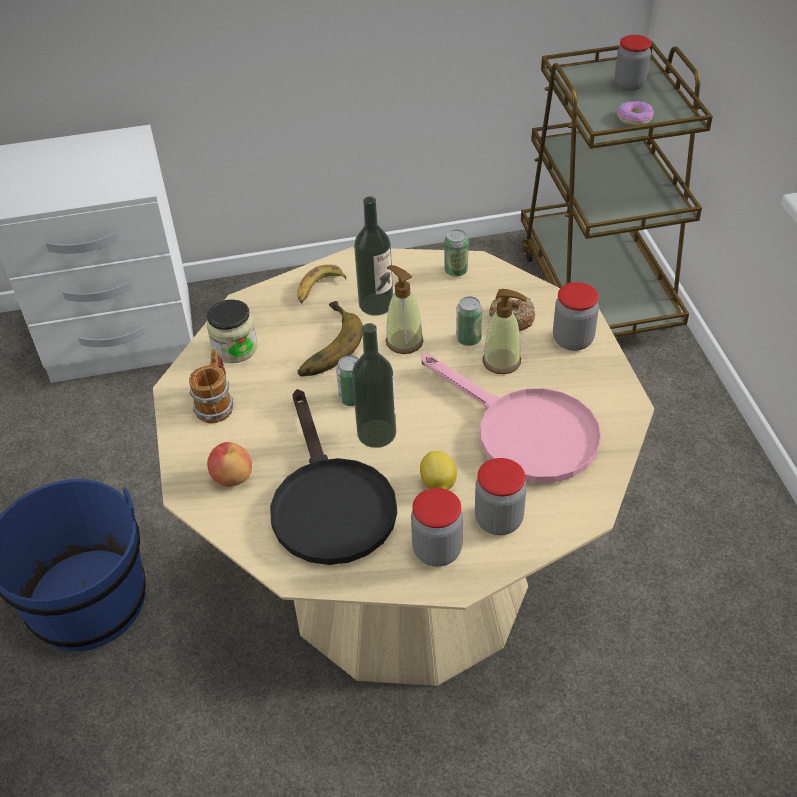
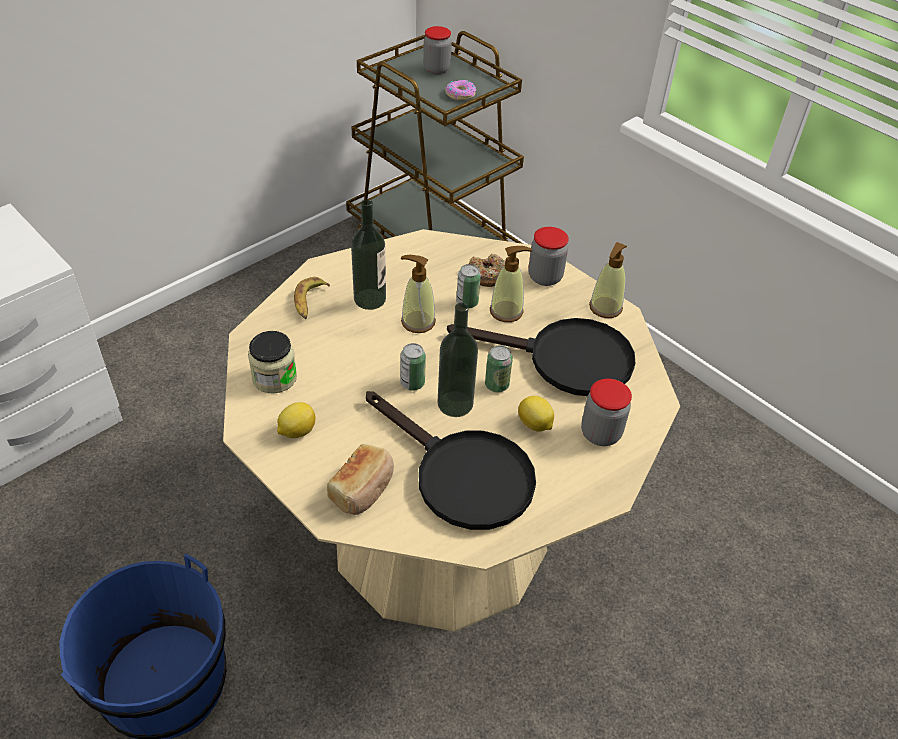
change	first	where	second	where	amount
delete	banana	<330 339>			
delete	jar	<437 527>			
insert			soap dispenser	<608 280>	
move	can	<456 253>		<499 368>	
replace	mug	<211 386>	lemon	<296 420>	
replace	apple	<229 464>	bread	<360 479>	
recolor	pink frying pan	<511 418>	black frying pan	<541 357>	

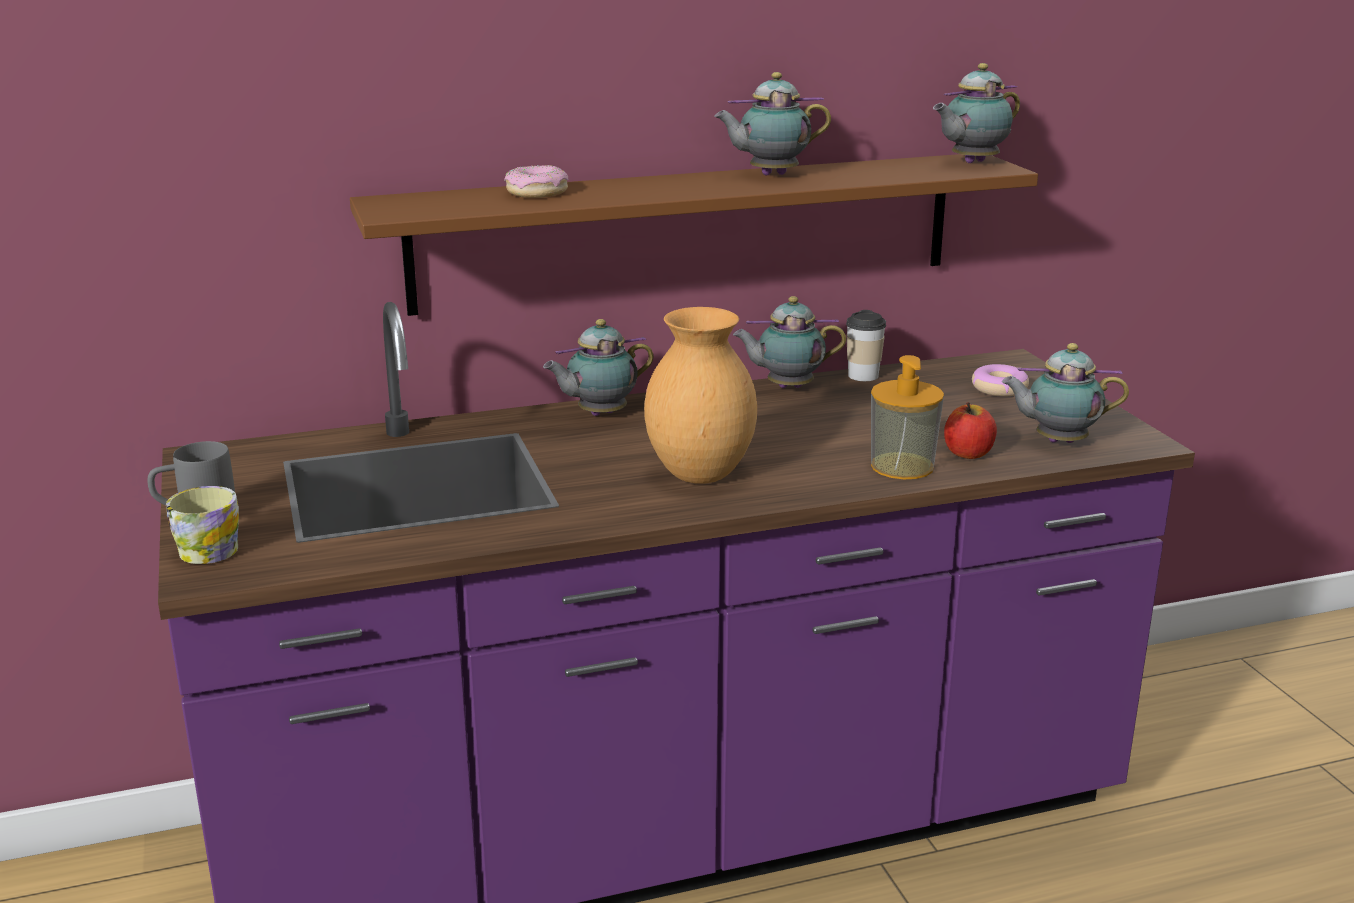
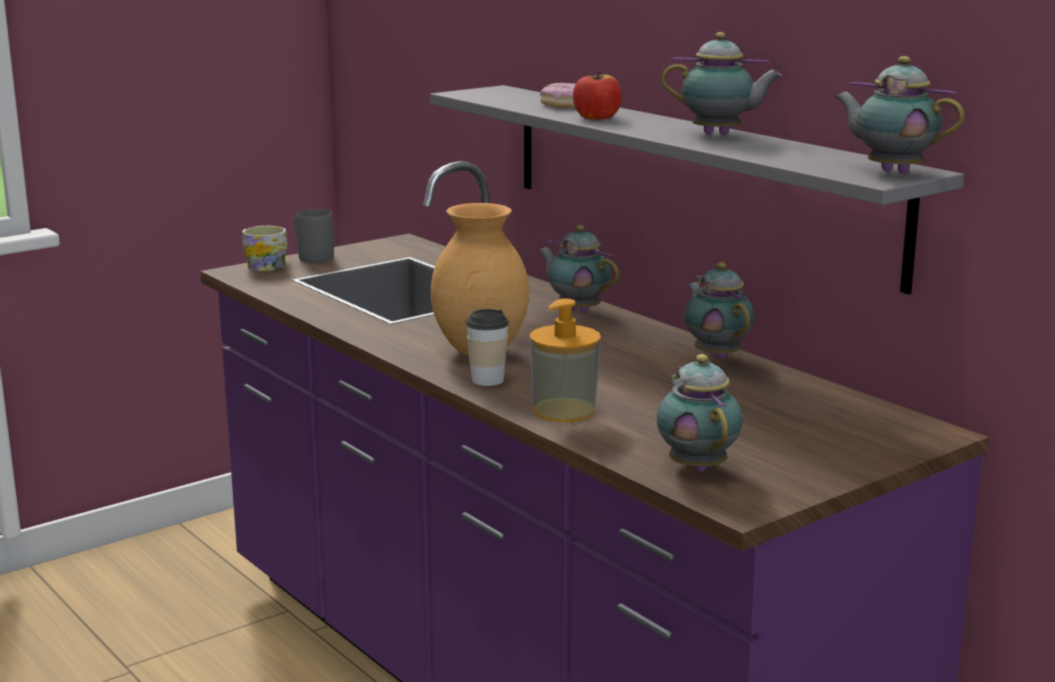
change	first	where	second	where	amount
delete	donut	<1000 380>			
move	cup	<866 345>		<487 347>	
move	apple	<970 430>		<597 95>	
recolor	brown shelf	<694 235>	grey shelf	<697 189>	
rotate	teapot	<772 123>		<721 83>	135 degrees clockwise

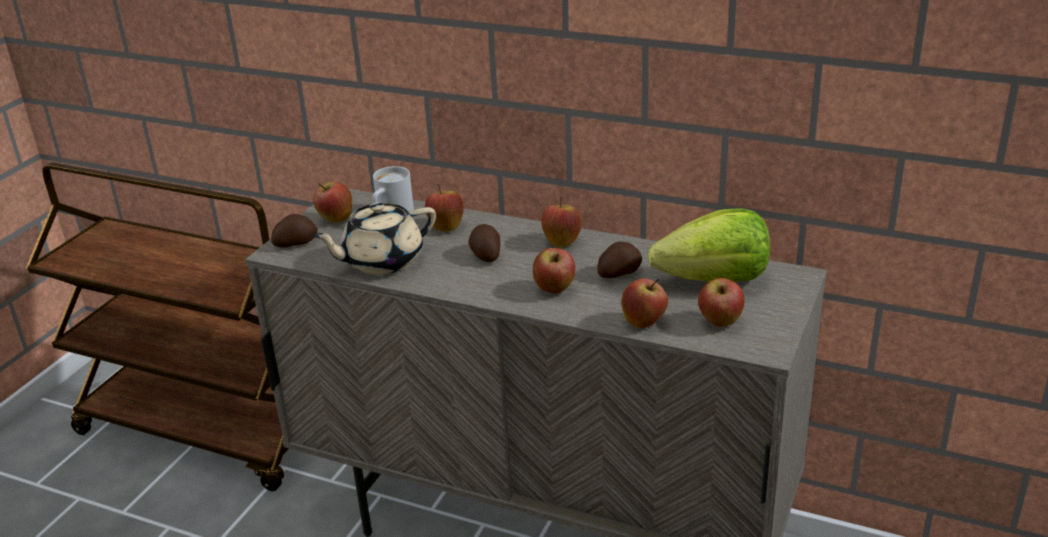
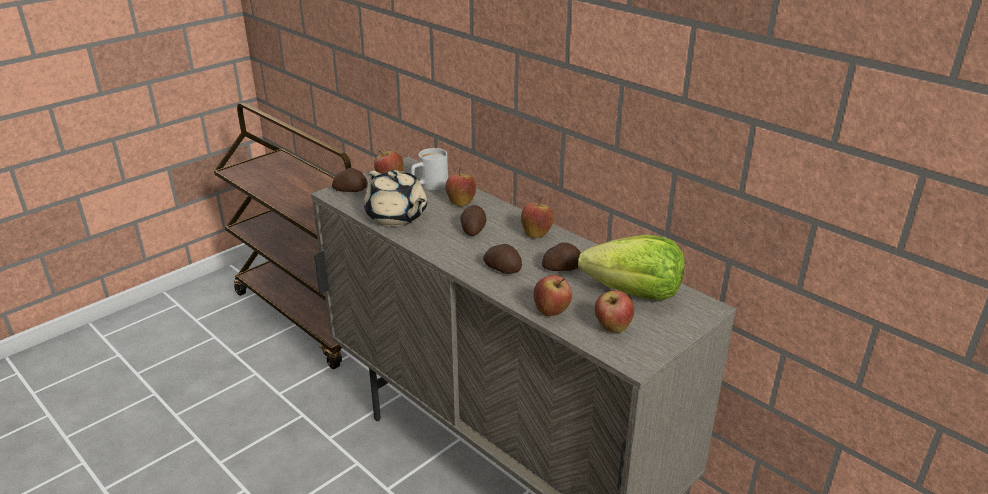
change	first	where	second	where	amount
replace	apple	<554 271>	potato	<502 259>	
rotate	beige teapot	<374 238>		<395 198>	120 degrees counterclockwise

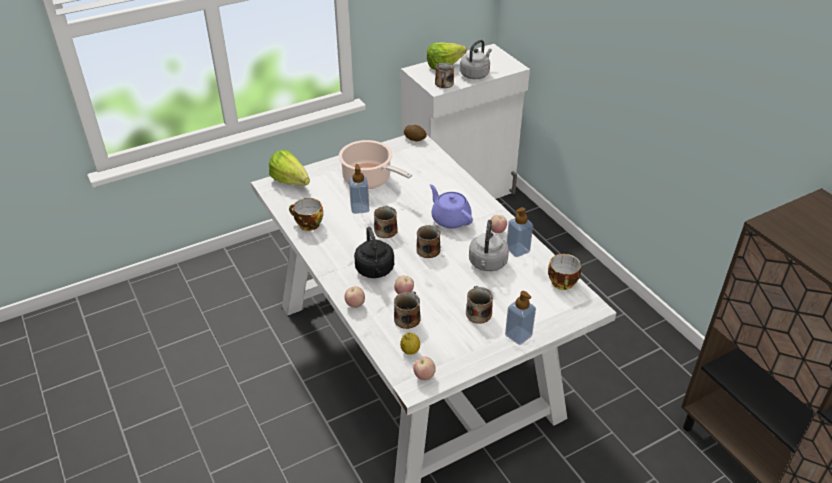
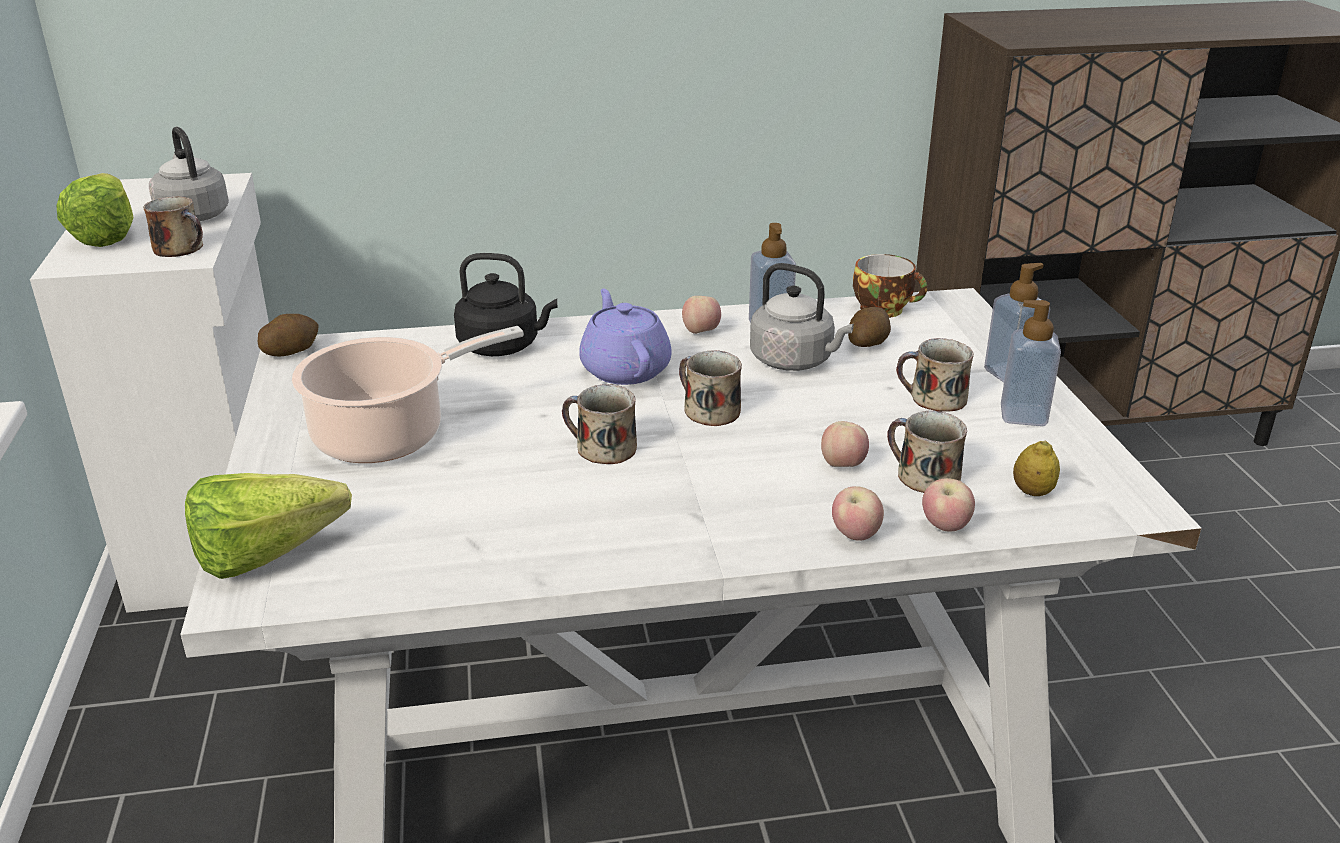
change	first	where	second	where	amount
delete	cup	<306 214>			
insert			potato	<869 327>	
move	soap dispenser	<359 189>		<1031 363>	
move	black kettle	<374 252>		<506 304>	
move	apple	<424 368>		<948 504>	
rotate	purple teapot	<451 206>		<625 337>	90 degrees clockwise

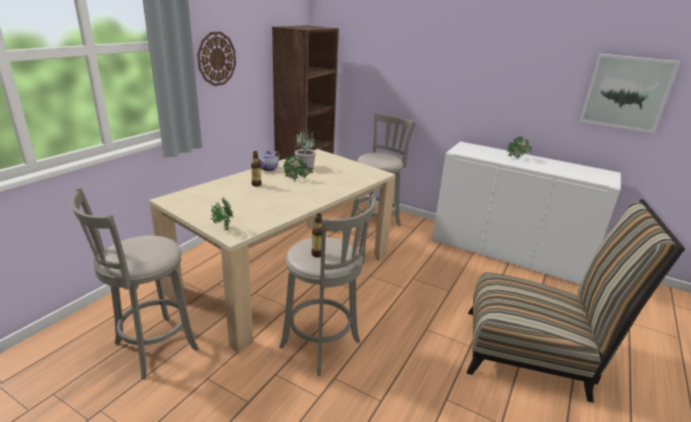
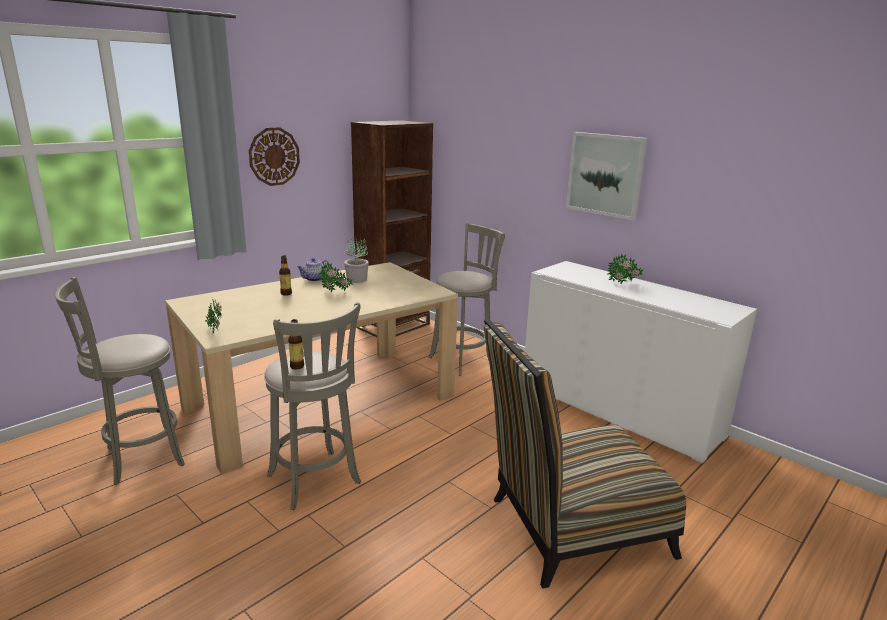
change	first	where	second	where	amount
move	picture	<629 93>		<607 176>	
rotate	chair	<576 301>		<585 453>	135 degrees clockwise

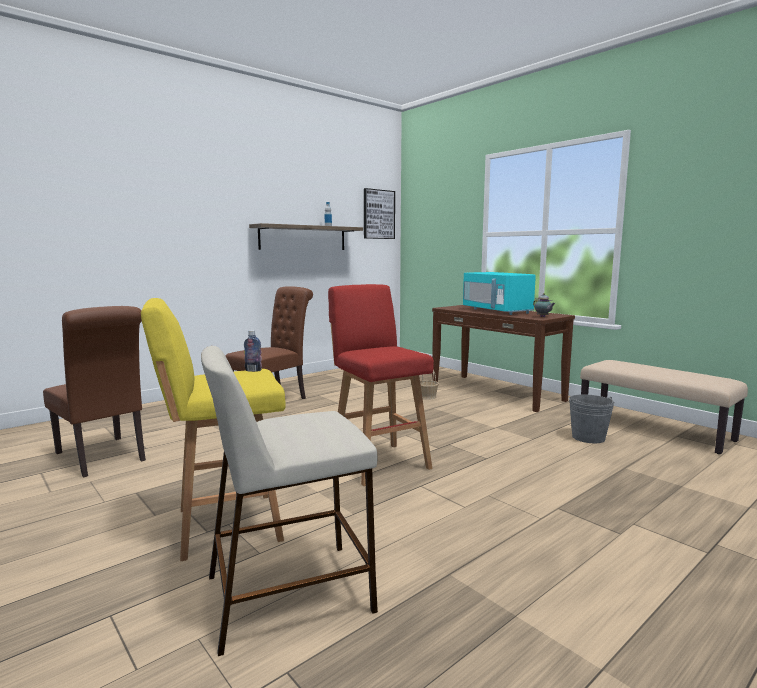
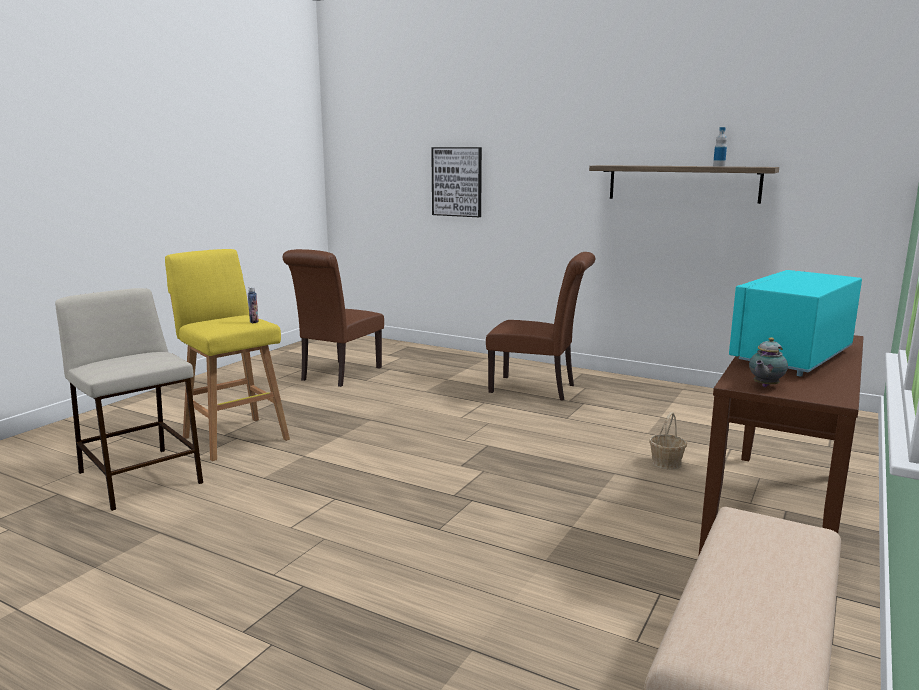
change	first	where	second	where	amount
delete	red stool	<381 385>			
delete	grey bucket	<592 418>			
move	picture	<379 213>		<456 182>	

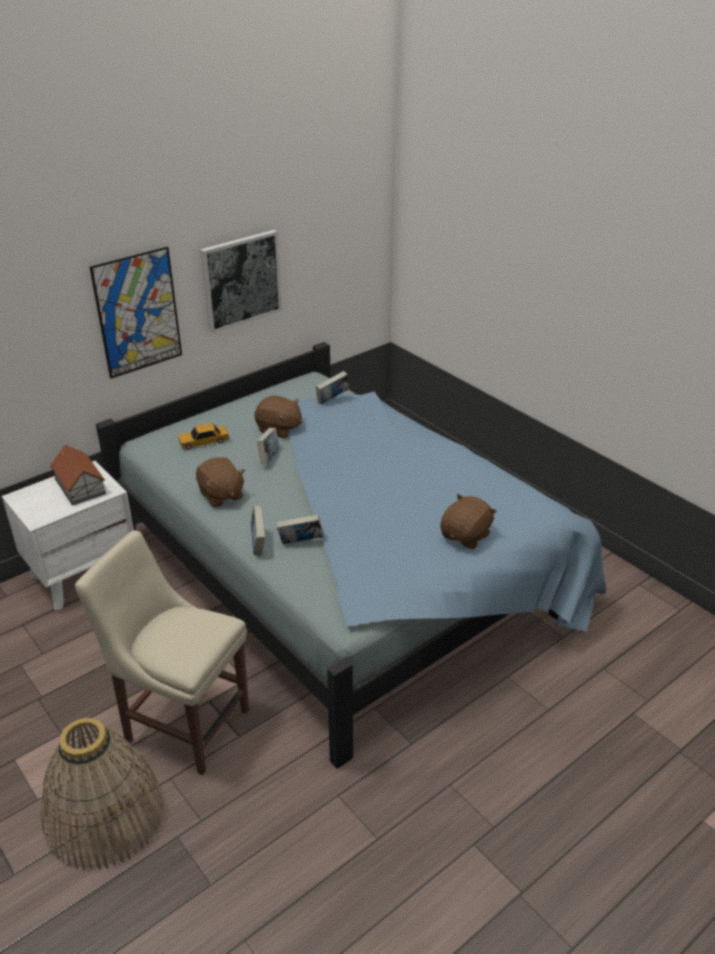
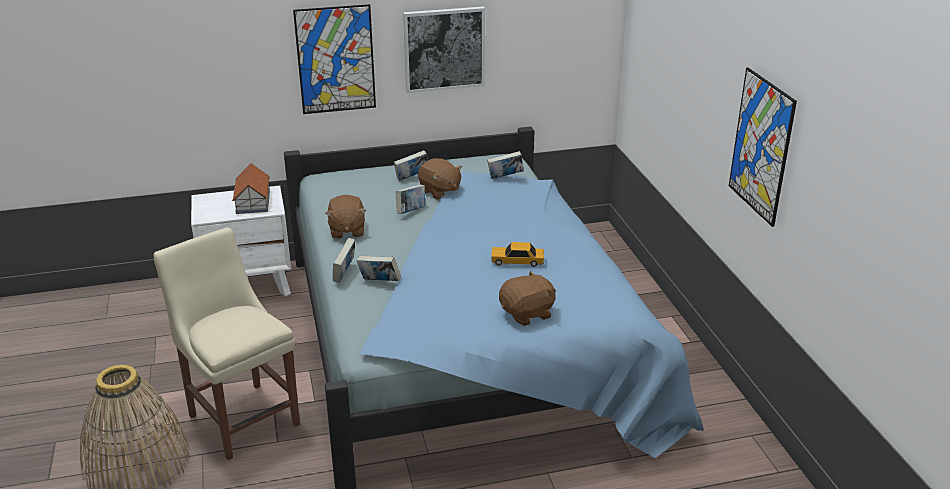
change	first	where	second	where	amount
insert			book	<411 165>	
insert			picture	<763 147>	
move	toy car	<204 436>		<517 254>	

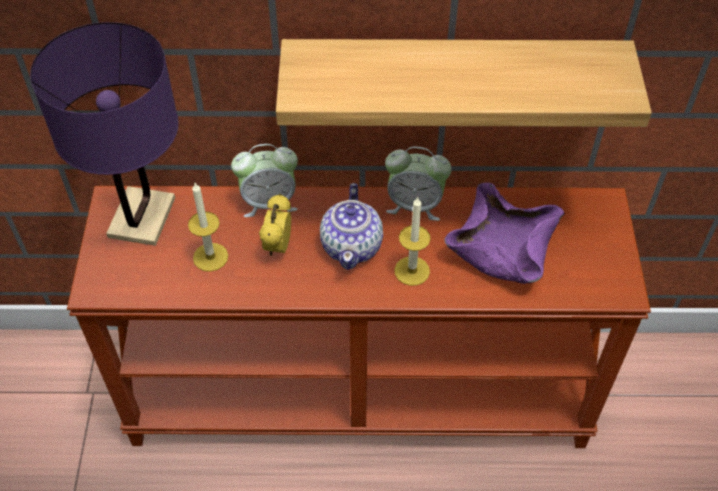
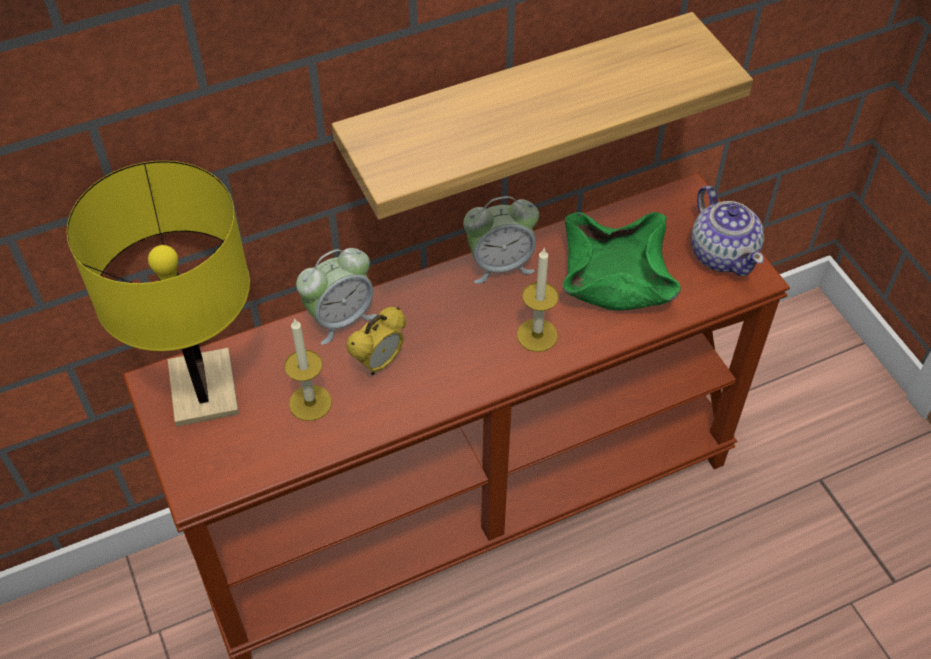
change	first	where	second	where	amount
move	teapot	<351 226>		<727 231>	
recolor	purple table lamp	<104 134>	yellow table lamp	<158 294>	
recolor	purple bowl	<505 233>	green bowl	<621 261>	
rotate	alarm clock	<275 225>		<376 341>	120 degrees counterclockwise

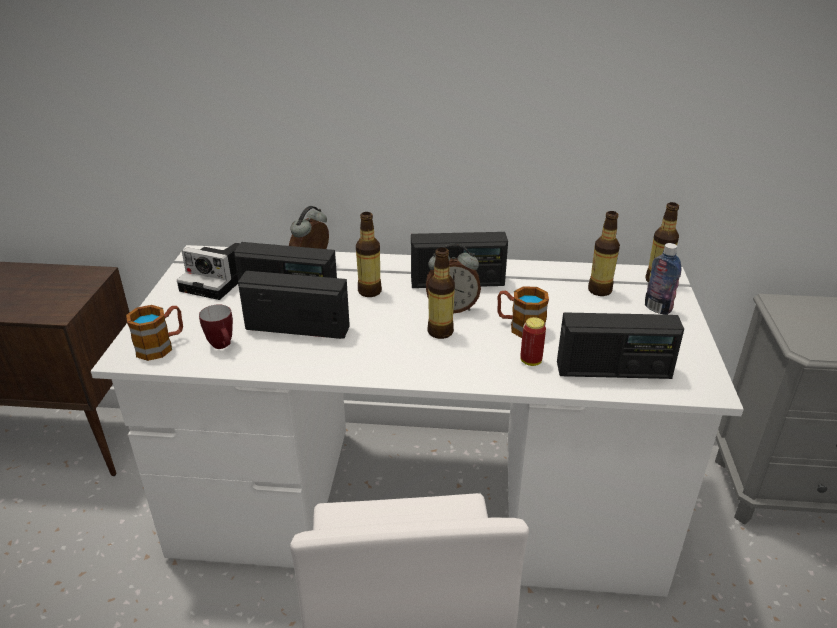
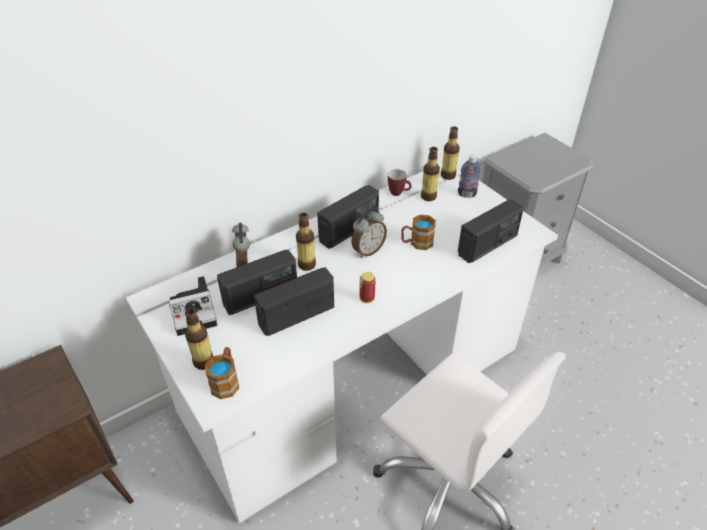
change	first	where	second	where	amount
move	mug	<216 326>		<400 182>	
move	bottle	<441 293>		<199 339>	
move	can	<533 341>		<368 287>	

